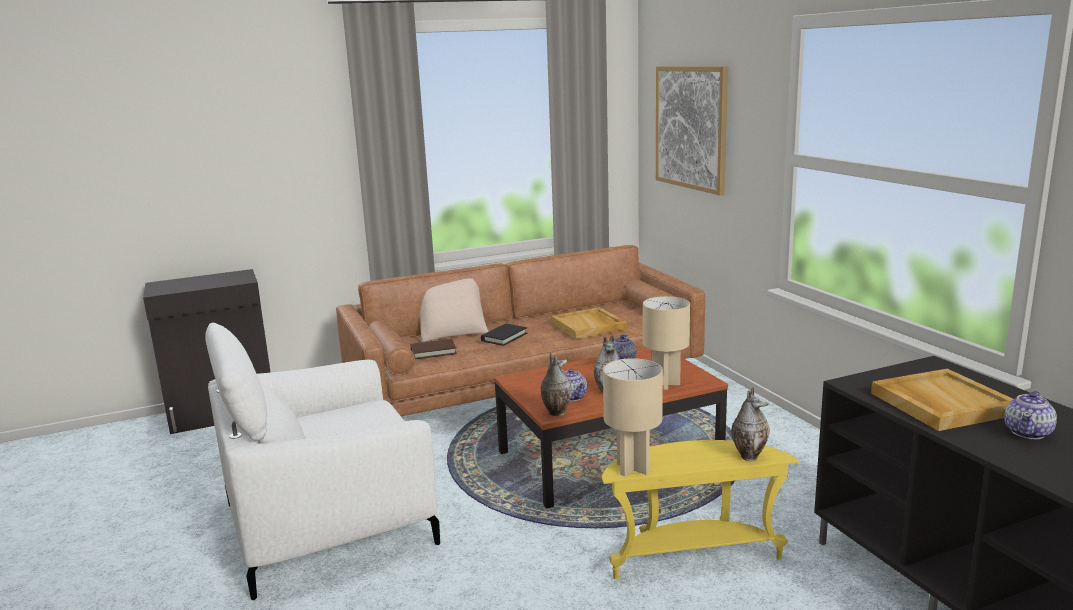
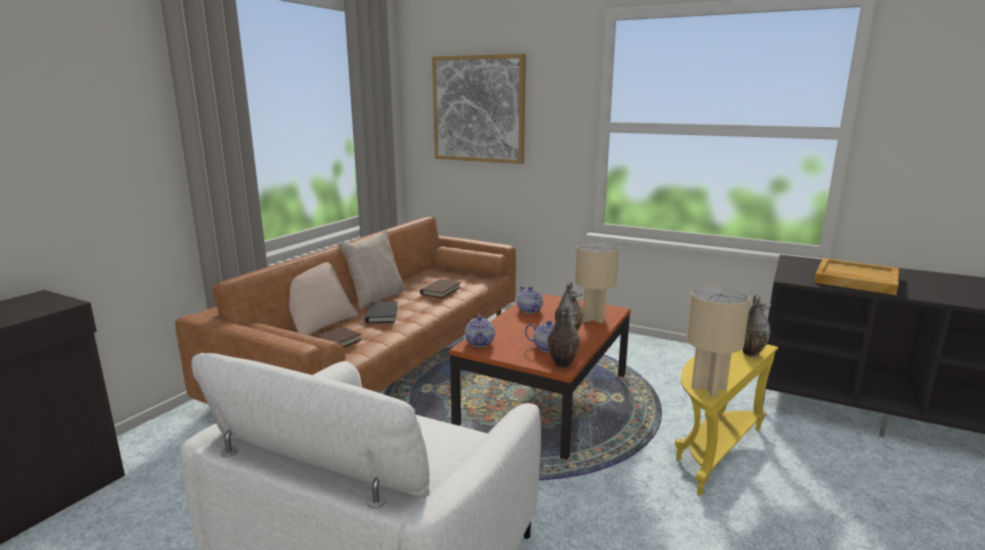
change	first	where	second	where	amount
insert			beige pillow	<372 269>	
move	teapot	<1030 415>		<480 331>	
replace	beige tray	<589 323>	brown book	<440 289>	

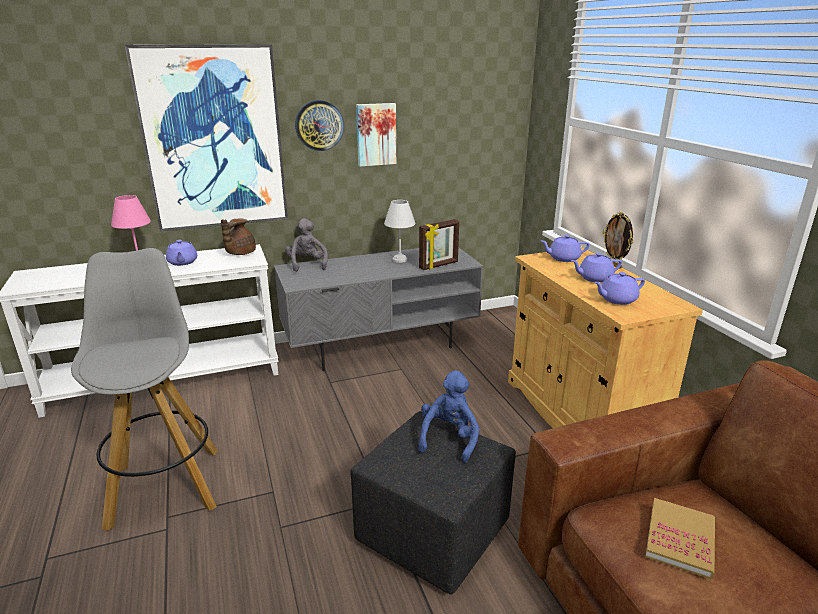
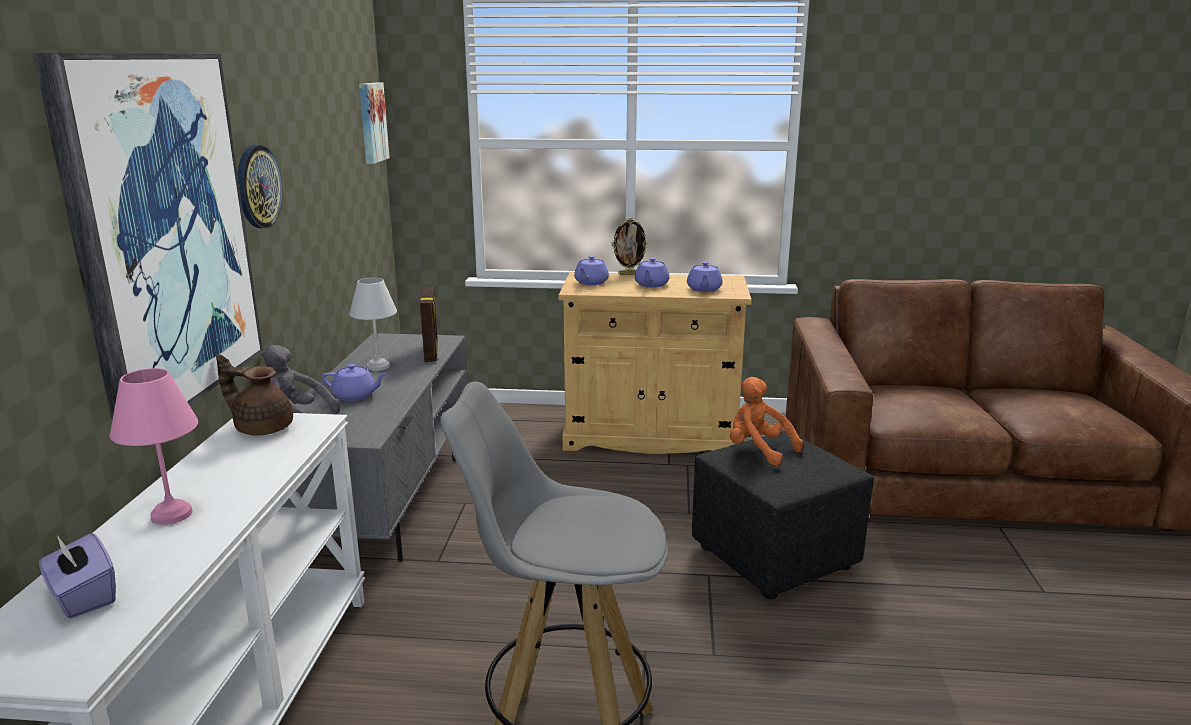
change	first	where	second	where	amount
delete	book	<680 538>			
insert			purple tissue box	<77 575>	
move	purple teapot	<181 253>		<354 382>	
move	picture	<376 135>		<374 123>	
recolor	blue plush toy	<448 416>	orange plush toy	<766 421>	
rotate	brown teapot	<238 236>		<254 394>	150 degrees clockwise

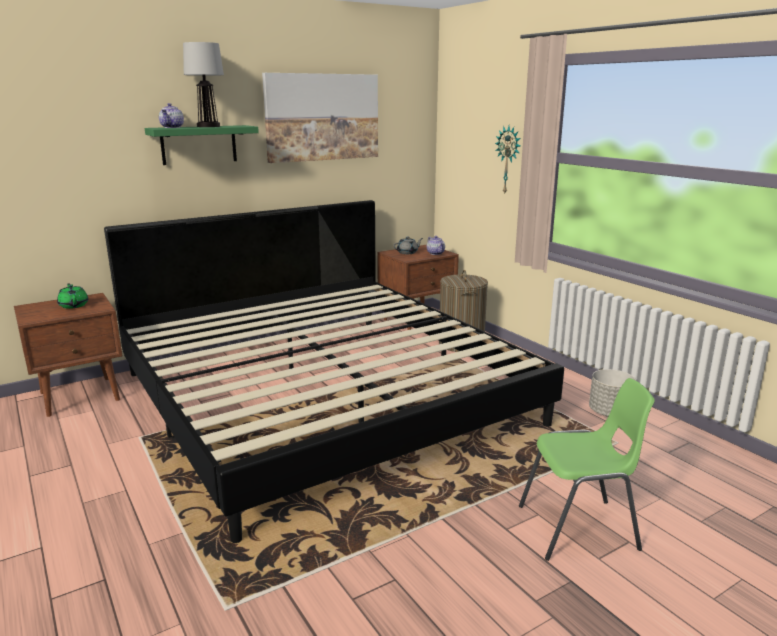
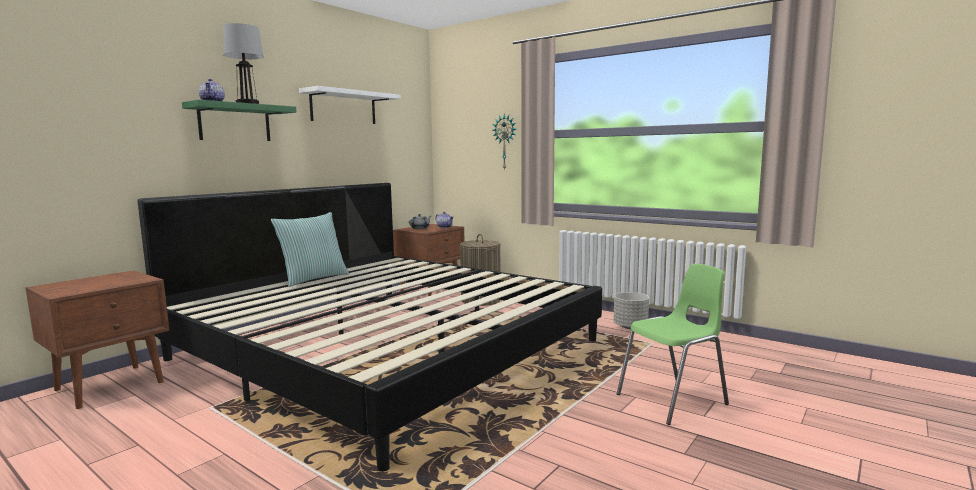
change	first	where	second	where	amount
delete	green teapot	<72 296>			
insert			pillow	<310 249>	
replace	picture	<320 118>	white shelf	<350 105>	

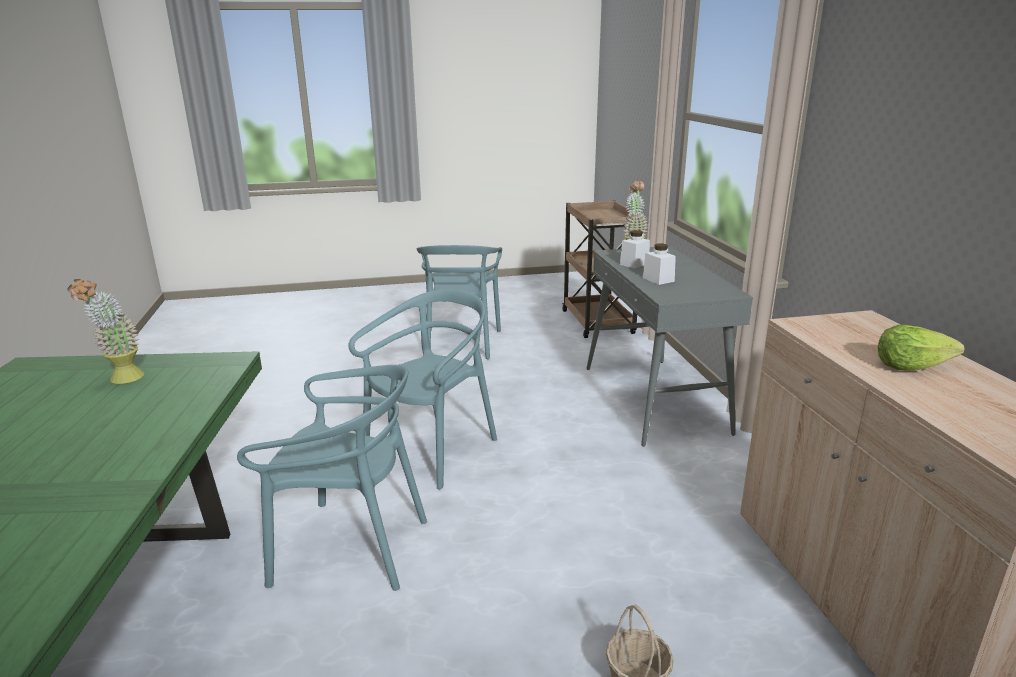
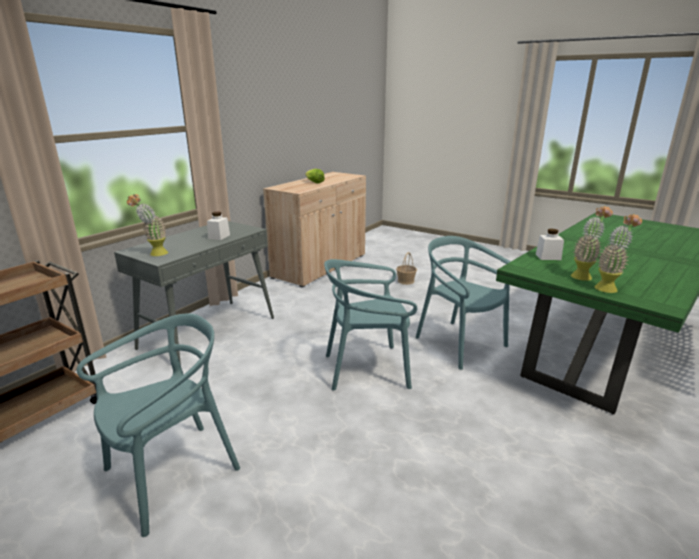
change	first	where	second	where	amount
insert			potted plant	<618 253>	
move	white jar	<635 249>		<550 244>	

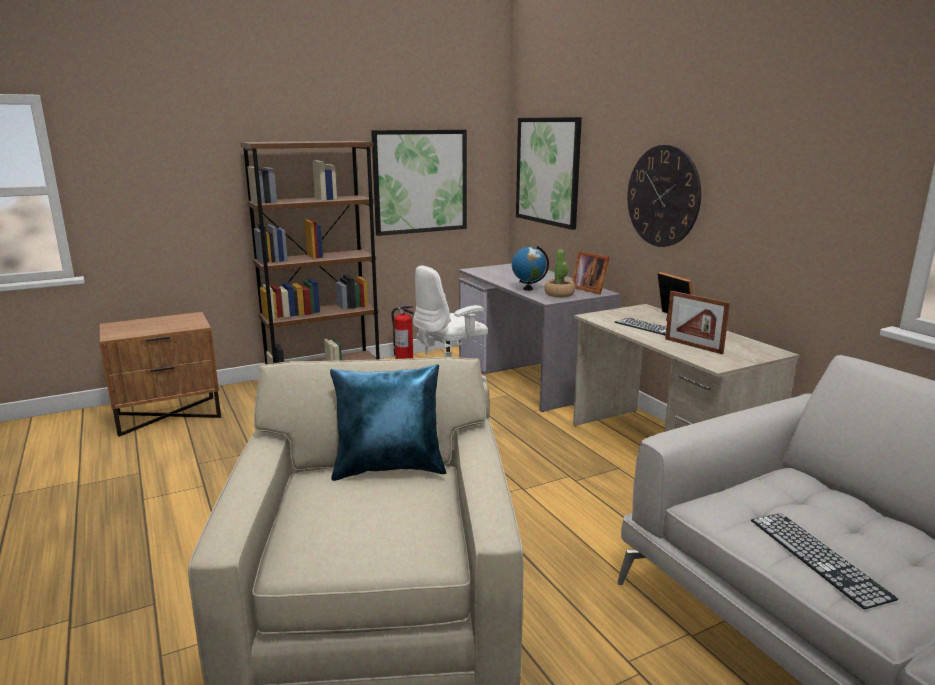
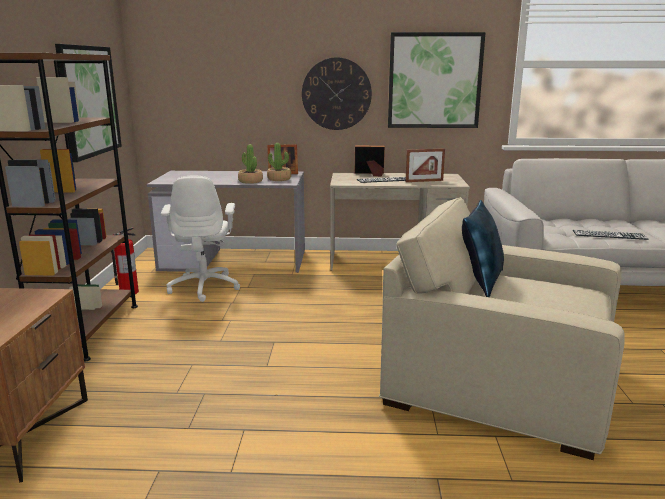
change	first	where	second	where	amount
move	picture	<549 173>		<437 80>	
replace	globe	<530 268>	potted plant	<250 164>	

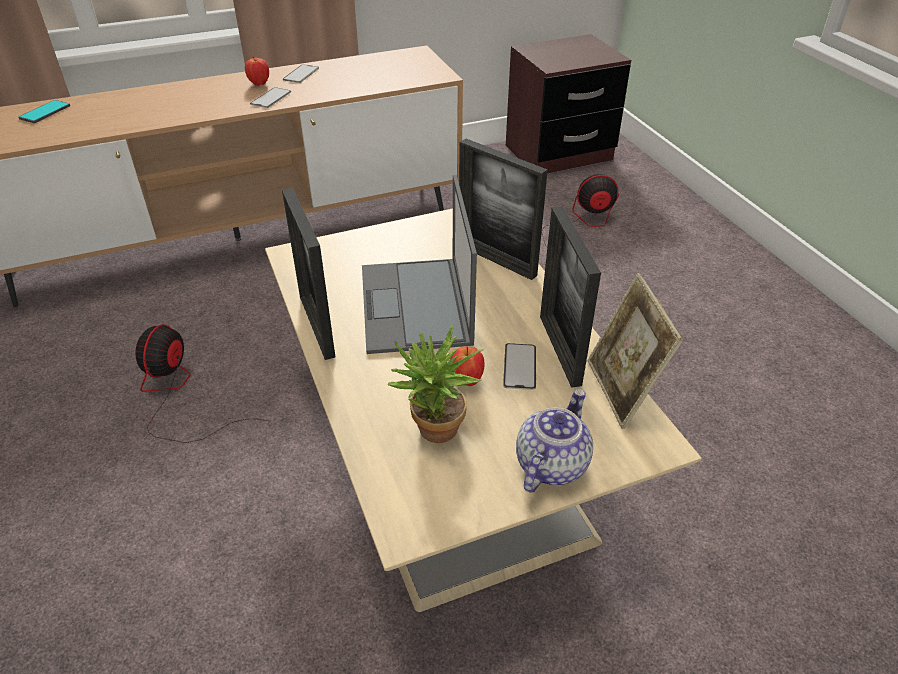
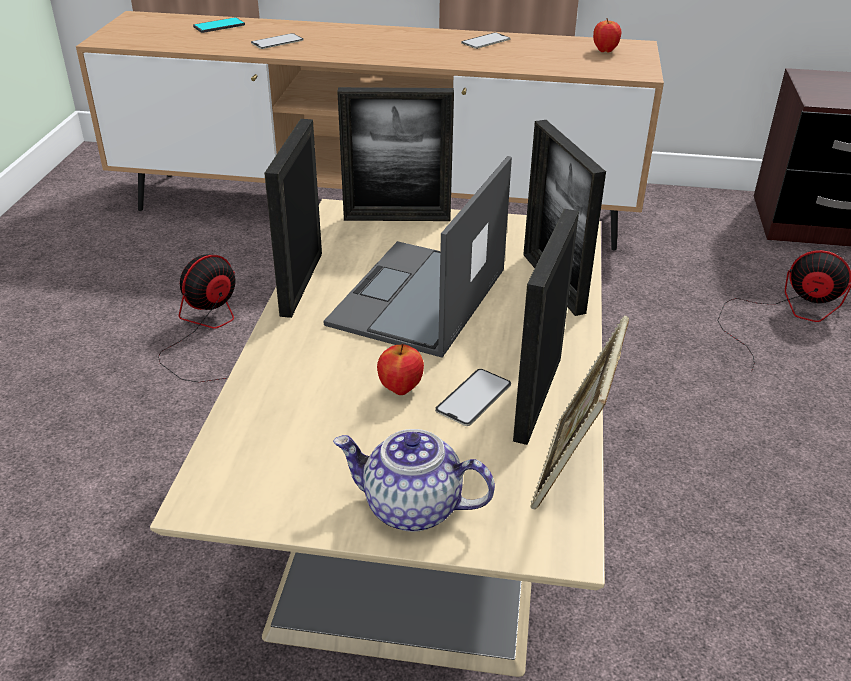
change	first	where	second	where	amount
delete	potted plant	<435 383>			
insert			picture frame	<395 154>	
move	apple	<257 71>		<607 35>	
move	phone	<270 97>		<277 41>	
rotate	teapot	<554 441>		<414 480>	135 degrees counterclockwise

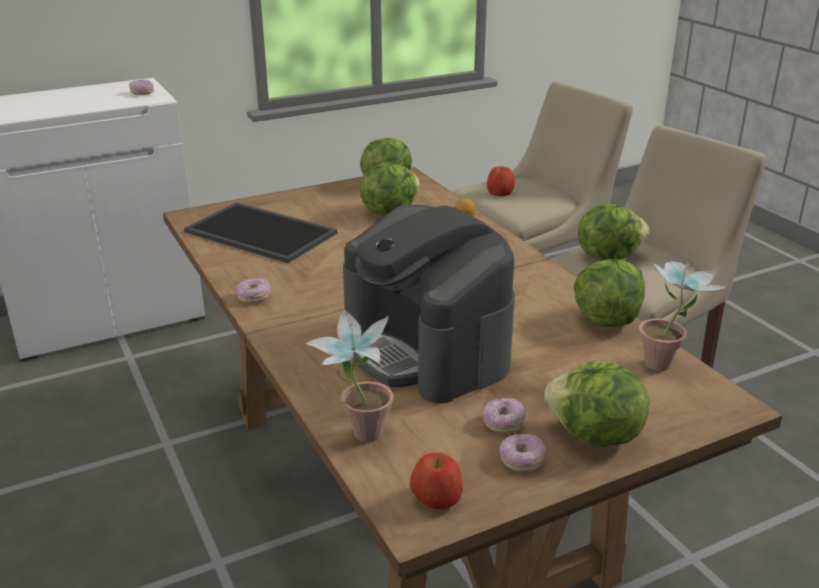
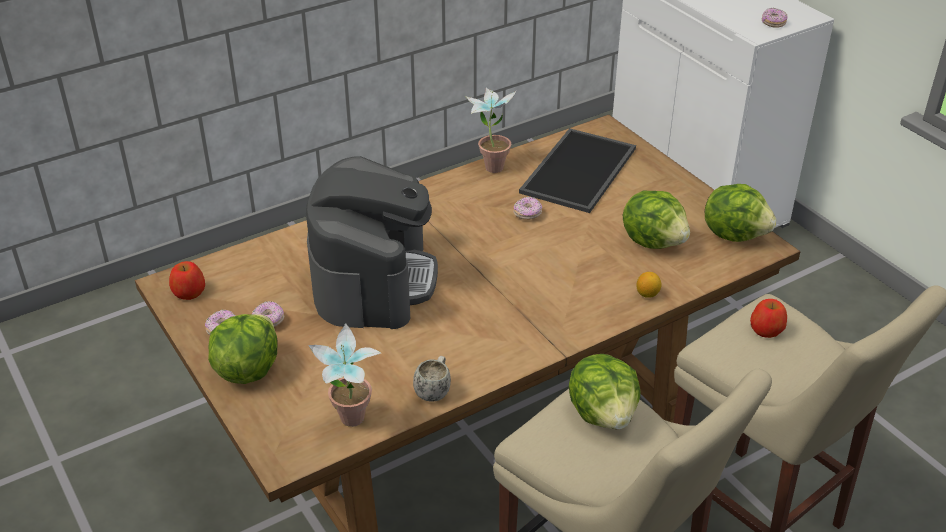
change	first	where	second	where	amount
move	donut	<253 291>		<527 208>	
move	potted plant	<349 375>		<491 130>	
replace	lettuce	<609 293>	white mug	<432 379>	
rotate	coffee machine	<429 304>		<372 242>	135 degrees clockwise

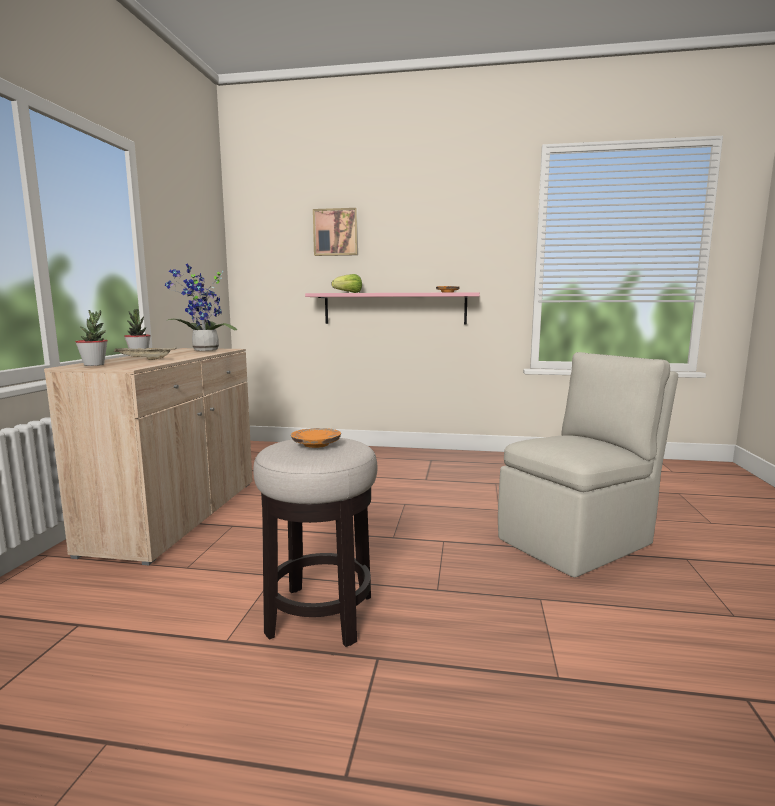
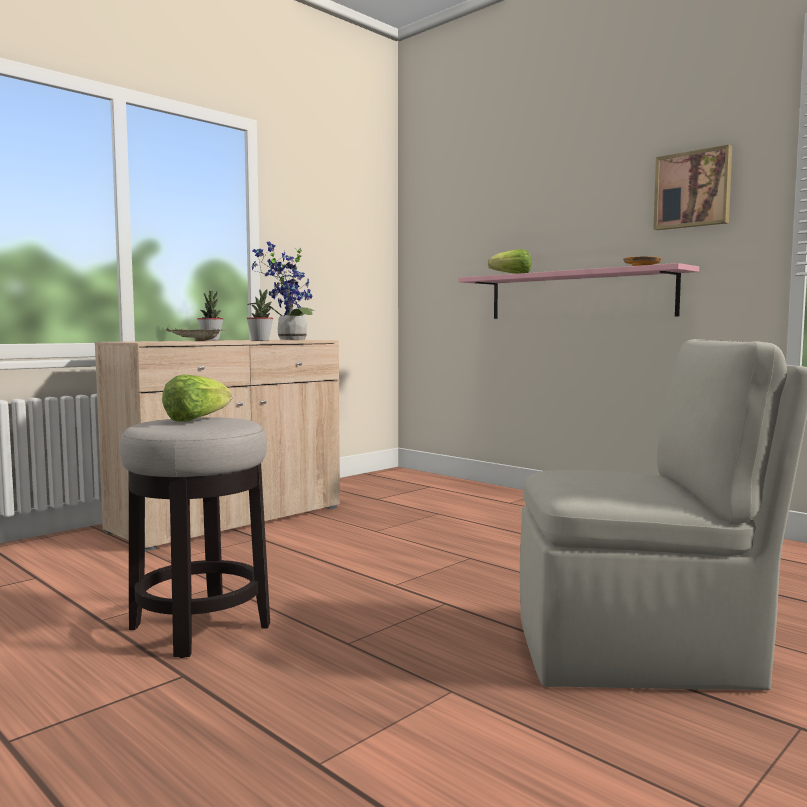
change	first	where	second	where	amount
move	potted plant	<91 338>		<260 315>	
move	picture	<335 232>		<692 187>	
replace	orange plate	<316 438>	lettuce	<197 398>	

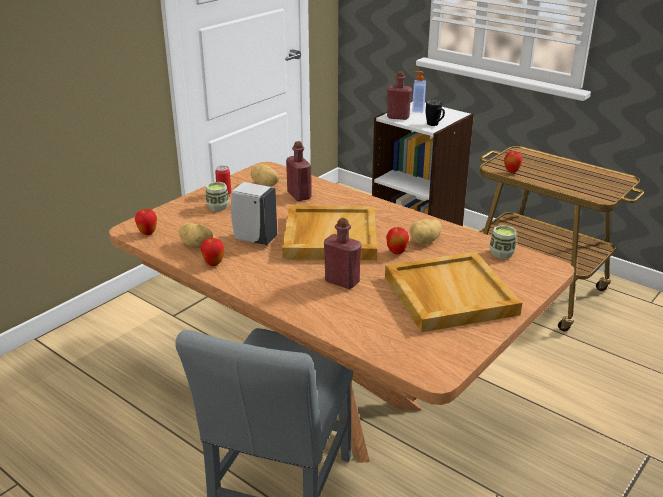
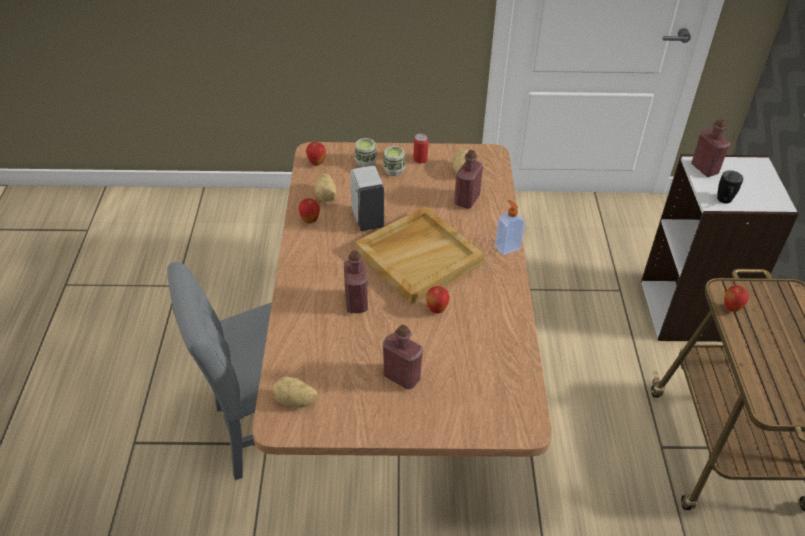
change	first	where	second	where	amount
move	potato	<426 231>		<294 392>	
move	soap dispenser	<419 92>		<510 227>	
move	cup	<503 242>		<366 152>	
replace	beige tray	<453 292>	red bottle	<403 357>	

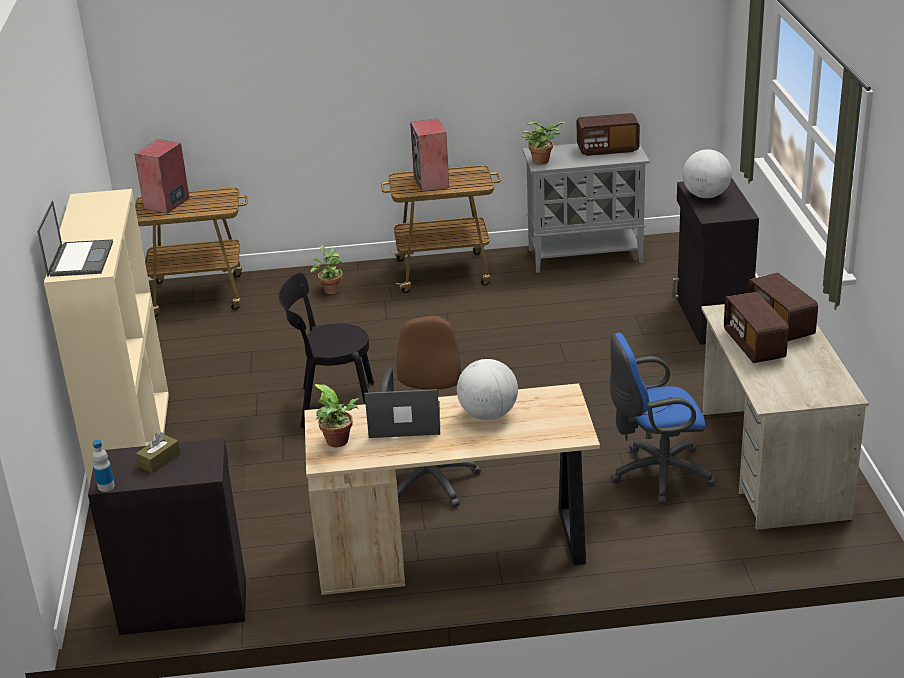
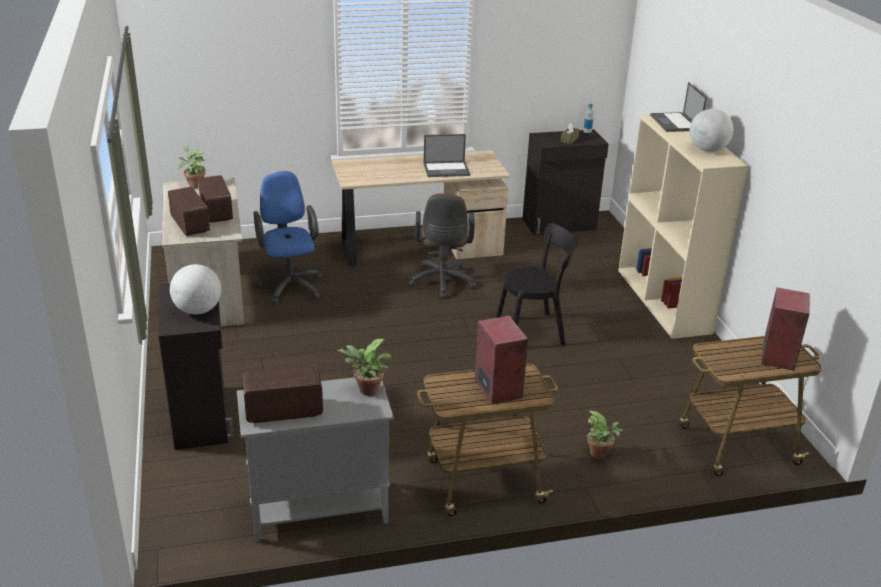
change	first	where	second	where	amount
move	potted plant	<337 415>		<192 168>	
move	globe	<487 389>		<711 130>	
rotate	blue office chair	<663 419>		<288 237>	90 degrees counterclockwise

